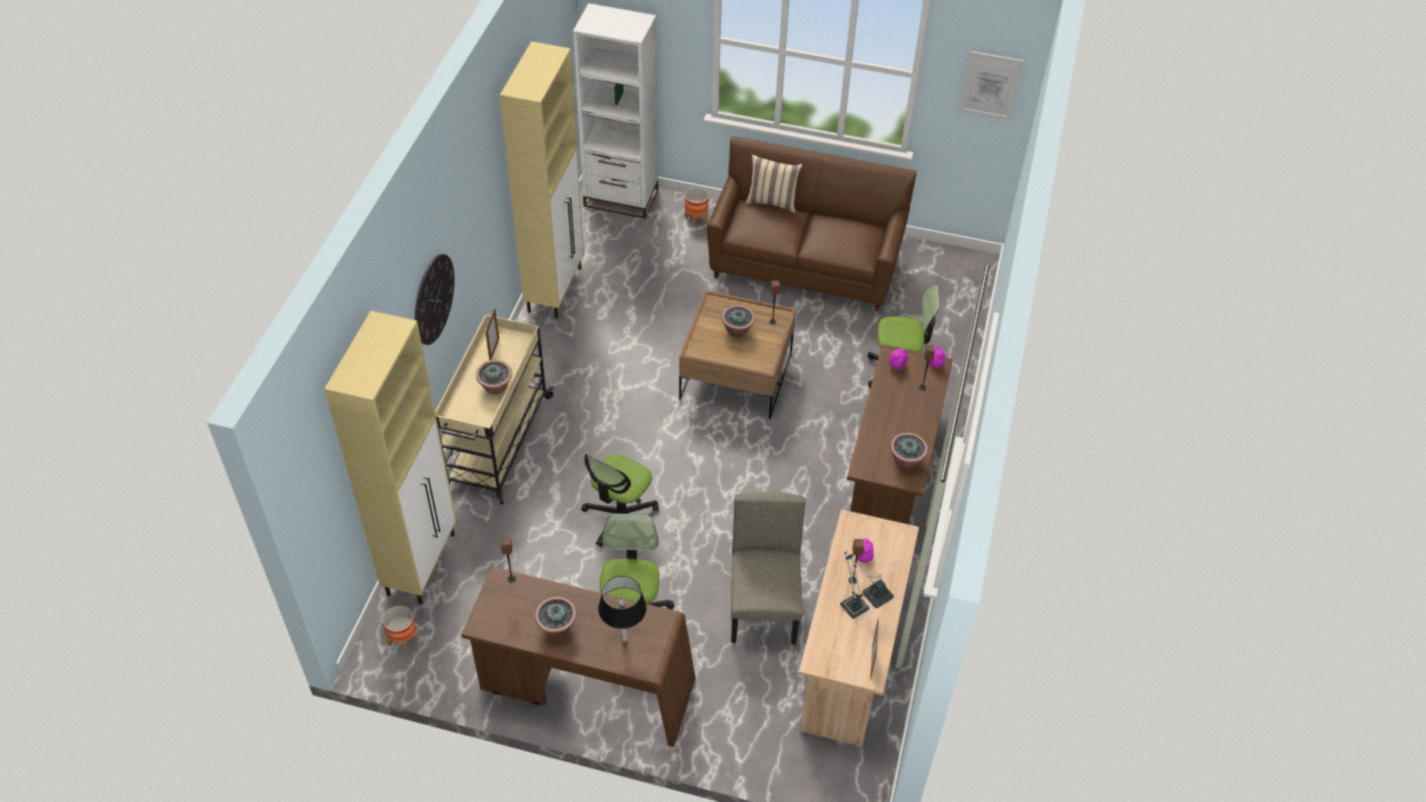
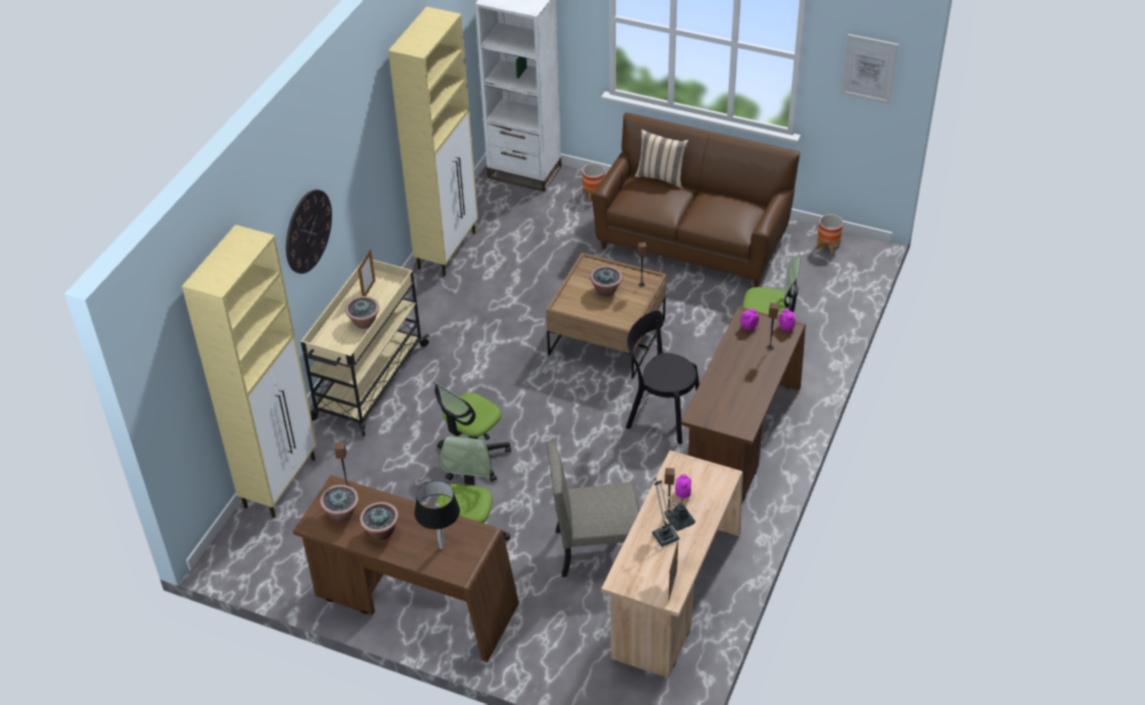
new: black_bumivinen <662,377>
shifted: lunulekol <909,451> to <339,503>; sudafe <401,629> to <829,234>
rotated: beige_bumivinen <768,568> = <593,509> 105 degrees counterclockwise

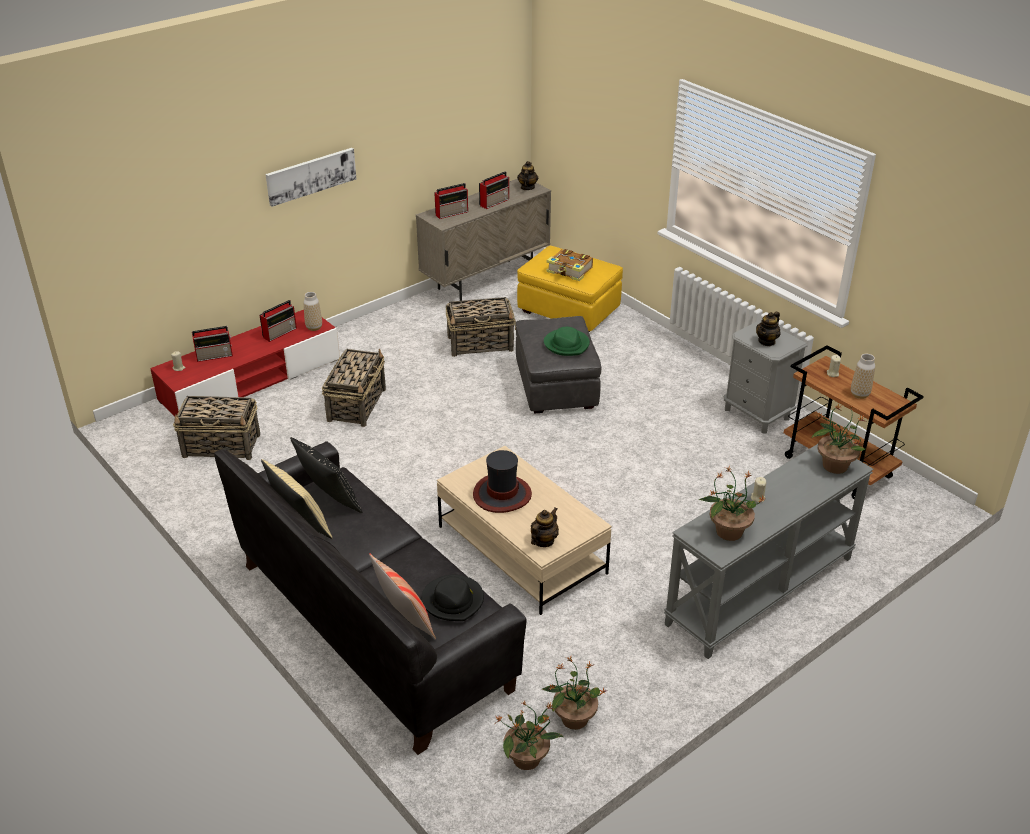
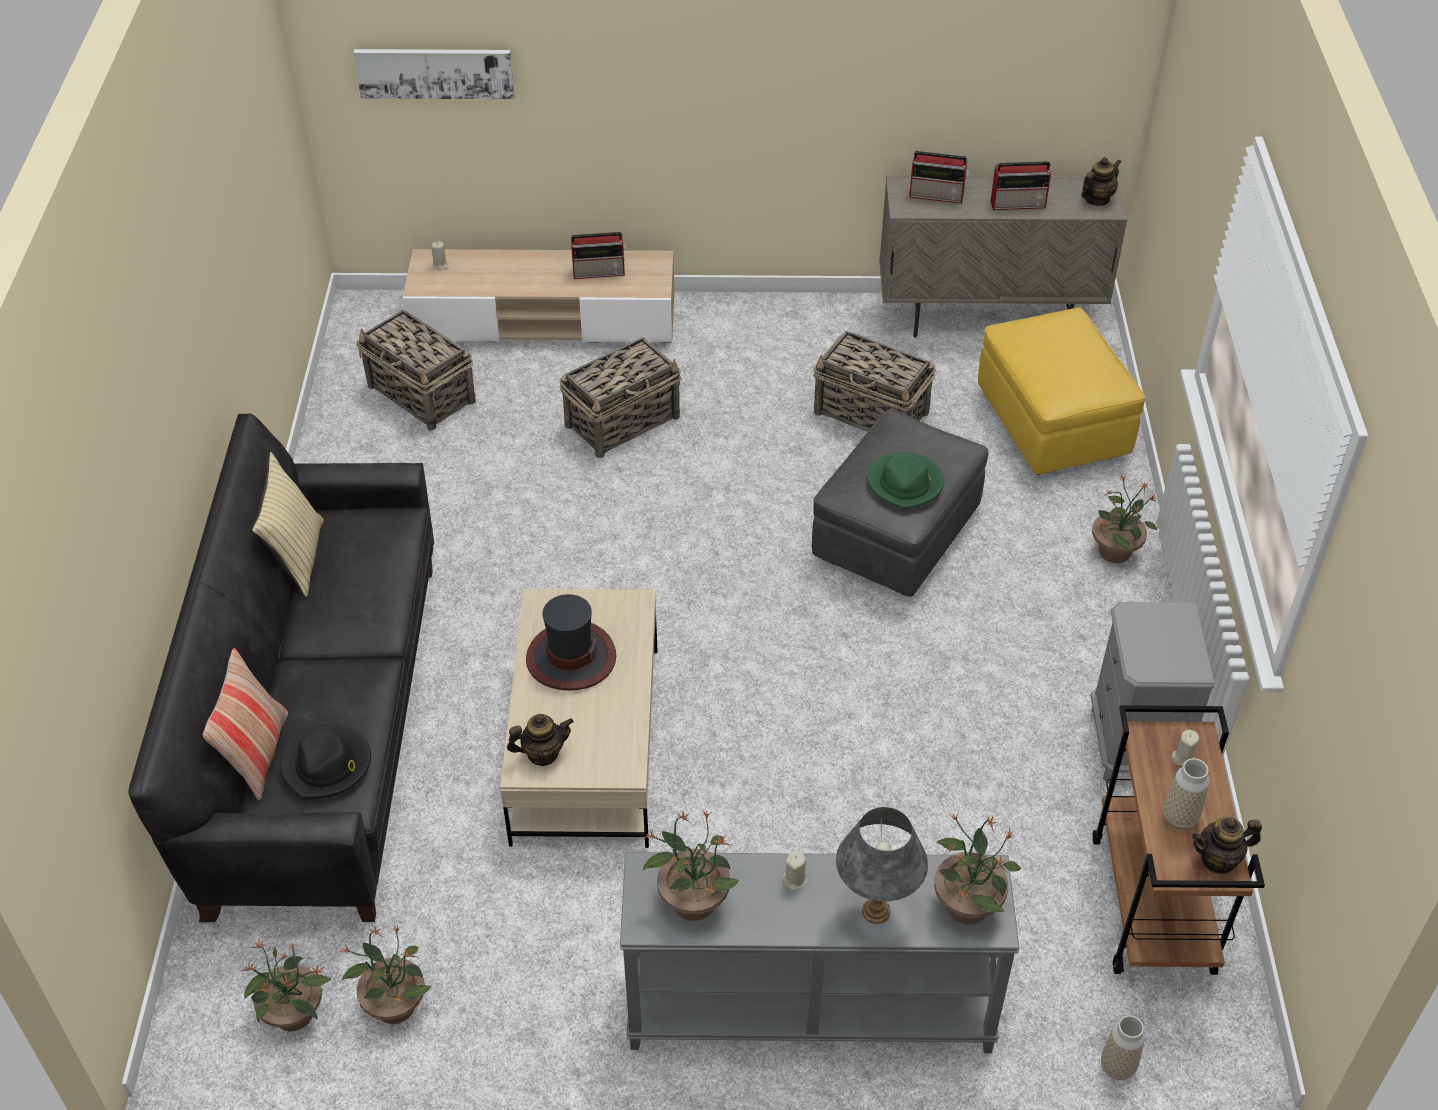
gone: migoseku <570,265>; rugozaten <212,344>; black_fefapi <326,475>
new: lunulekol <1124,519>; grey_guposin <882,865>
shifted: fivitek <310,177> to <434,74>; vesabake <313,311> to <1123,1047>; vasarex <768,328> to <1227,845>
repainted: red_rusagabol <245,363> to beige_rusagabol <538,296>

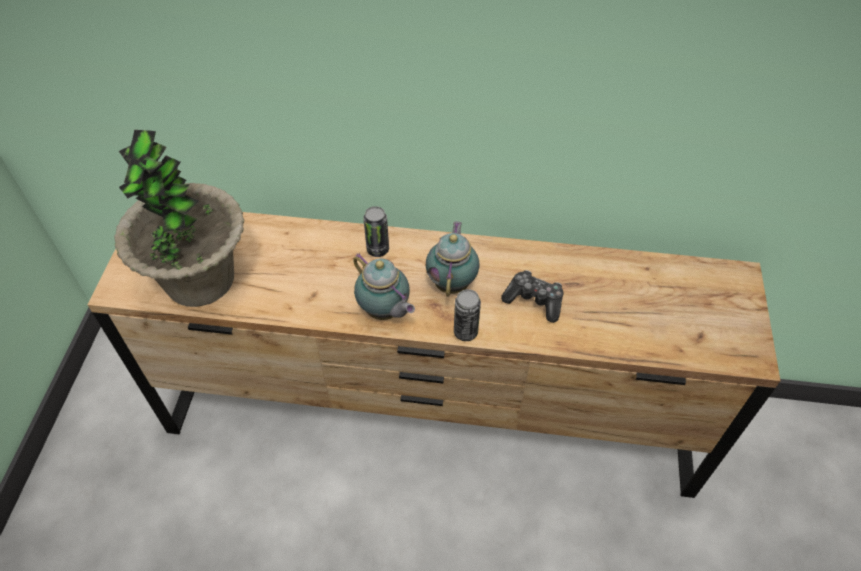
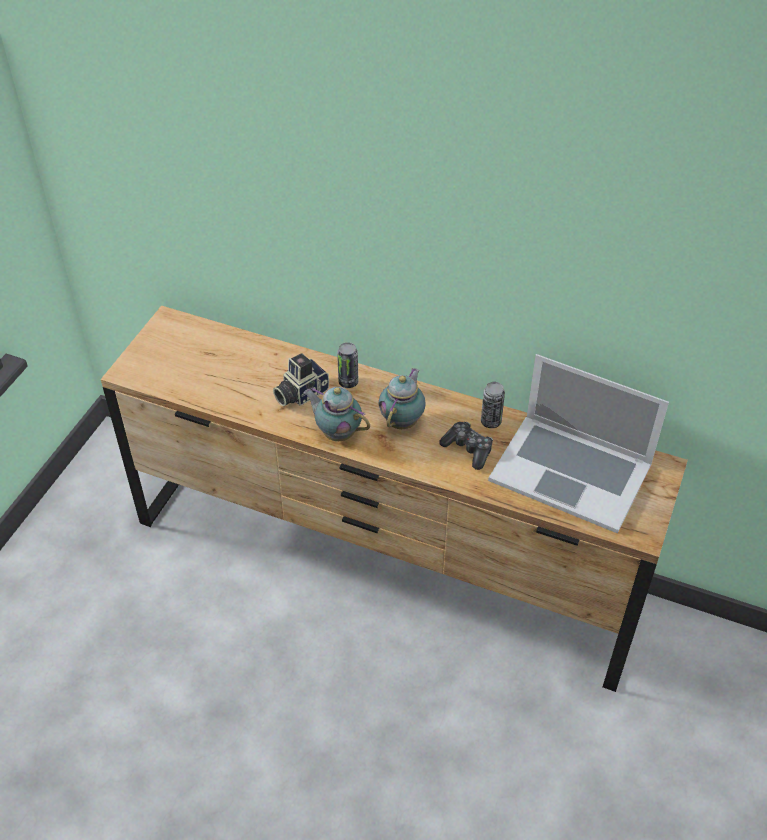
gone: lunulekol <179,218>
new: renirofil <301,379>; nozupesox <578,443>
shifted: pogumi <467,315> to <493,405>
rotated: vasarex <384,286> = <337,414> 150 degrees clockwise

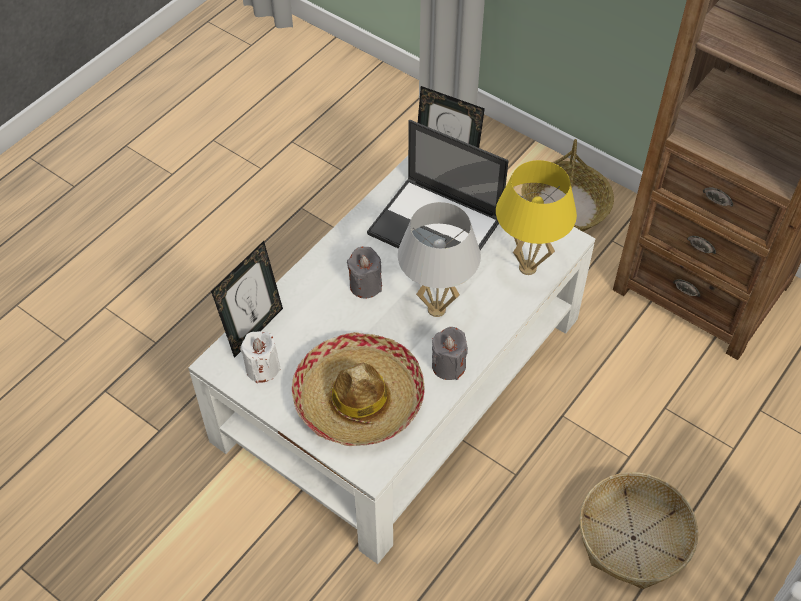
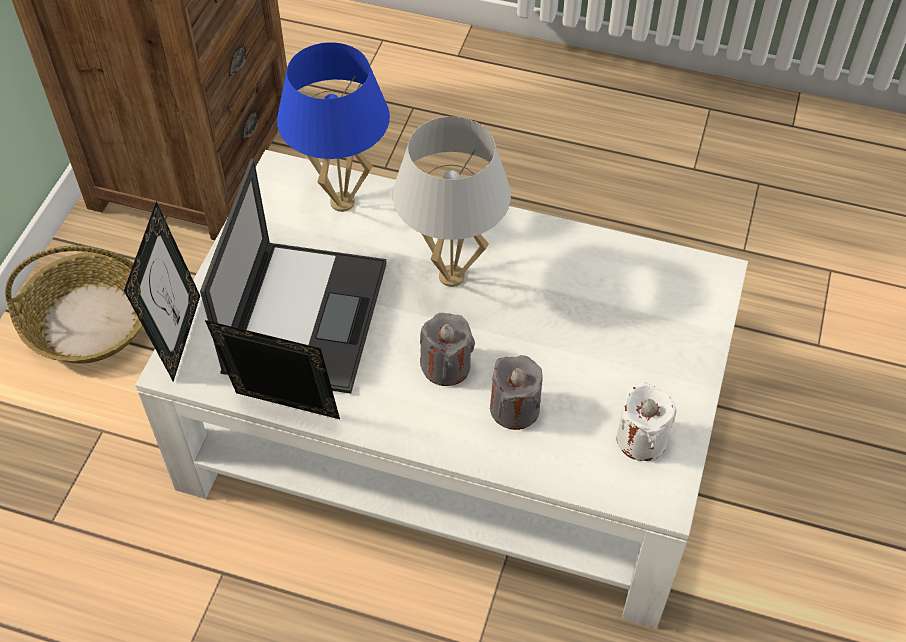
gone: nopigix <358,389>; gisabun <638,530>
shifted: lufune <247,299> to <272,369>; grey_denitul <450,353> to <516,392>
repainted: yellow_guposin <536,217> to blue_guposin <333,127>

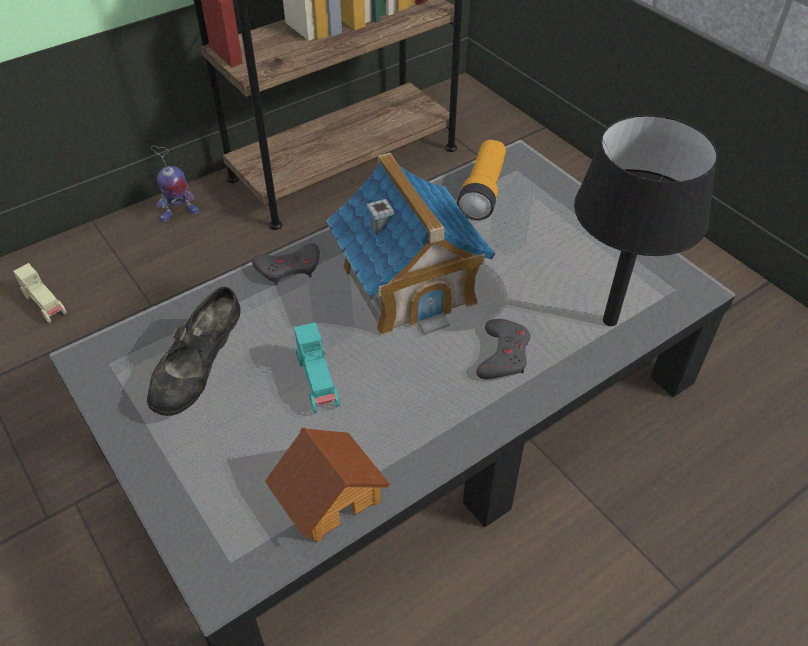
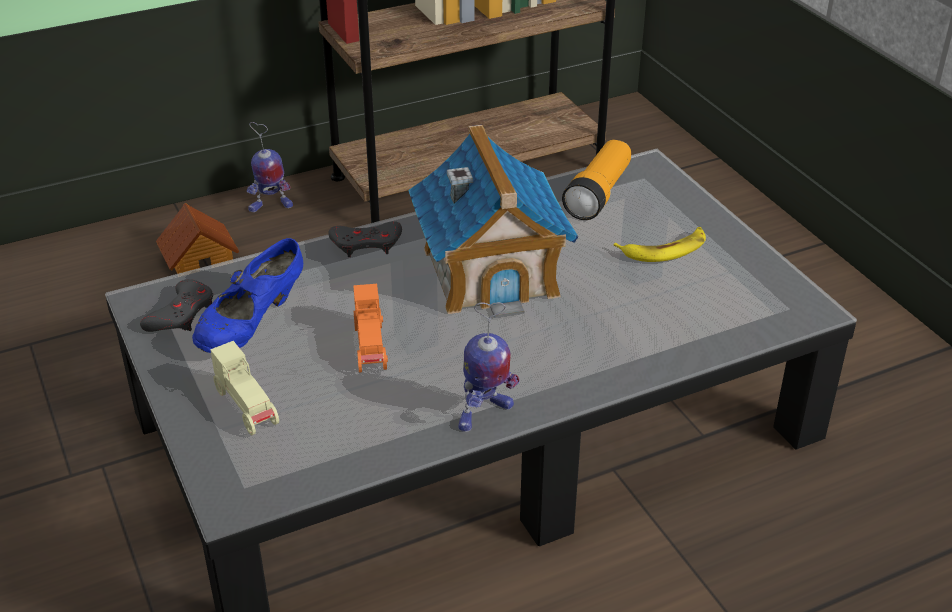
gone: black_guposin <646,220>
new: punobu <660,244>; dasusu <488,367>
shifted: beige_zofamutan <40,293> to <244,388>; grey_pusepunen <503,349> to <176,305>; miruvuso <327,484> to <197,238>
repainted: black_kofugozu <193,351> to blue_kofugozu <247,295>; turquoise_zofamutan <317,367> to orange_zofamutan <370,328>

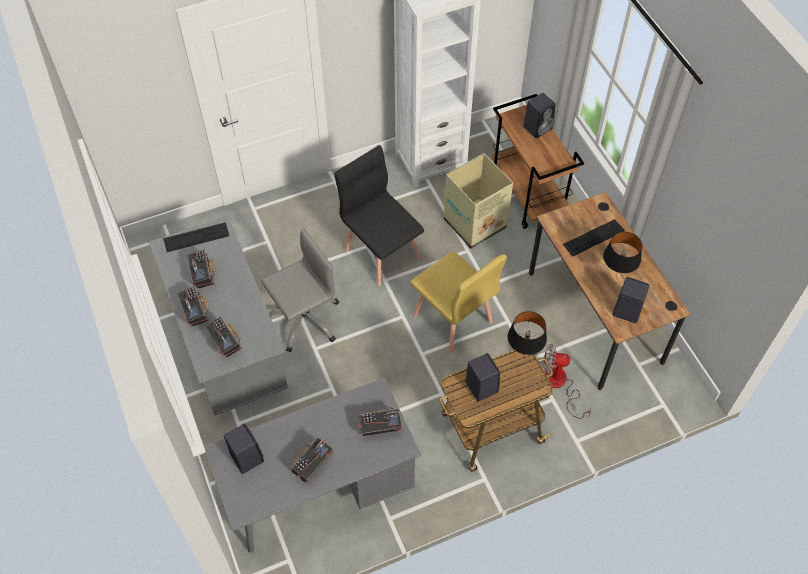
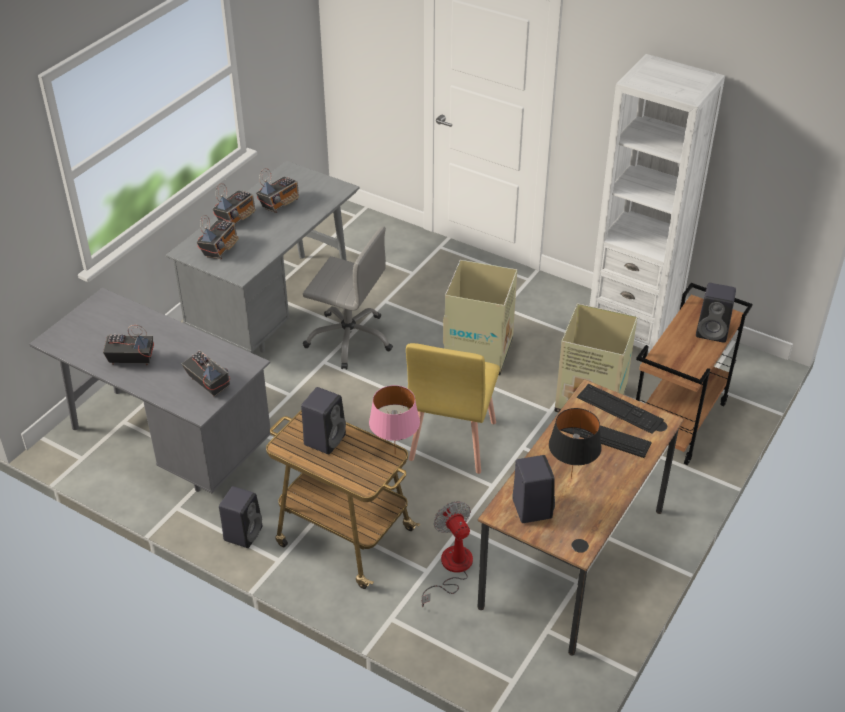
shifted: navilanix <196,237> to <620,409>; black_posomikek <244,449> to <240,517>
swapped: black_bumivinen <379,215> to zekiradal <480,317>
repainted: black_guposin <527,333> to pink_guposin <394,413>

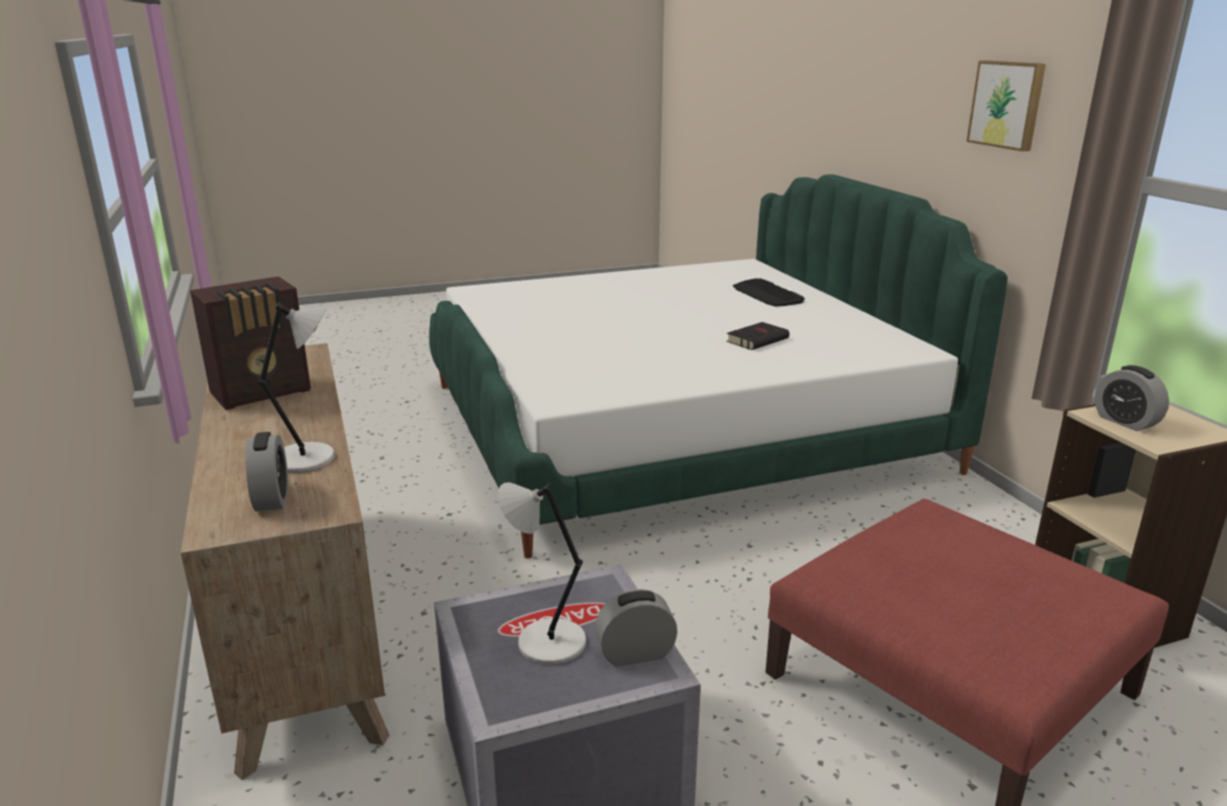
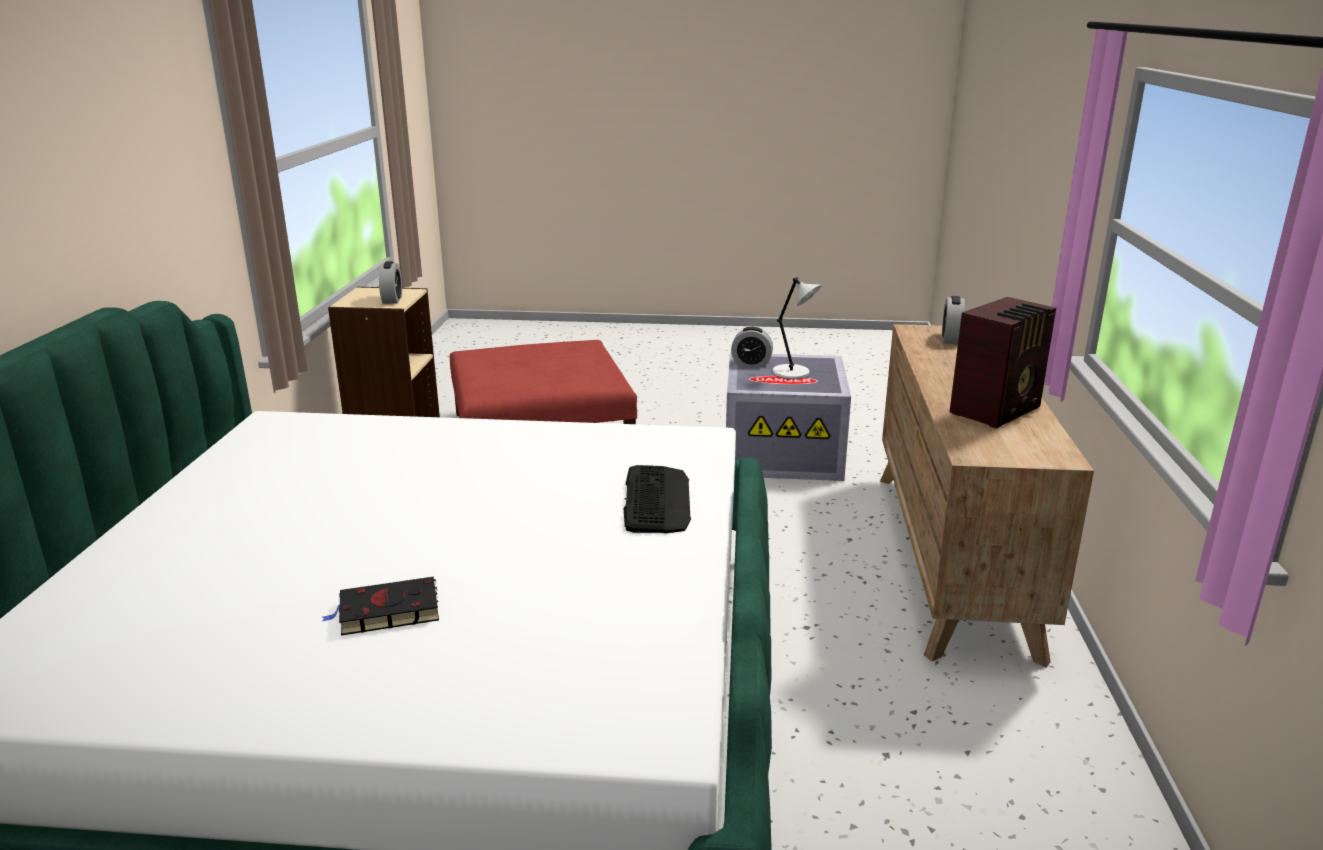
gone: fivitek <1006,106>; grey_guposin <296,388>
shifted: navilanix <769,292> to <657,499>; black_migoseku <757,336> to <380,606>
rotated: rugozaten <250,343> = <1003,363> 150 degrees clockwise

